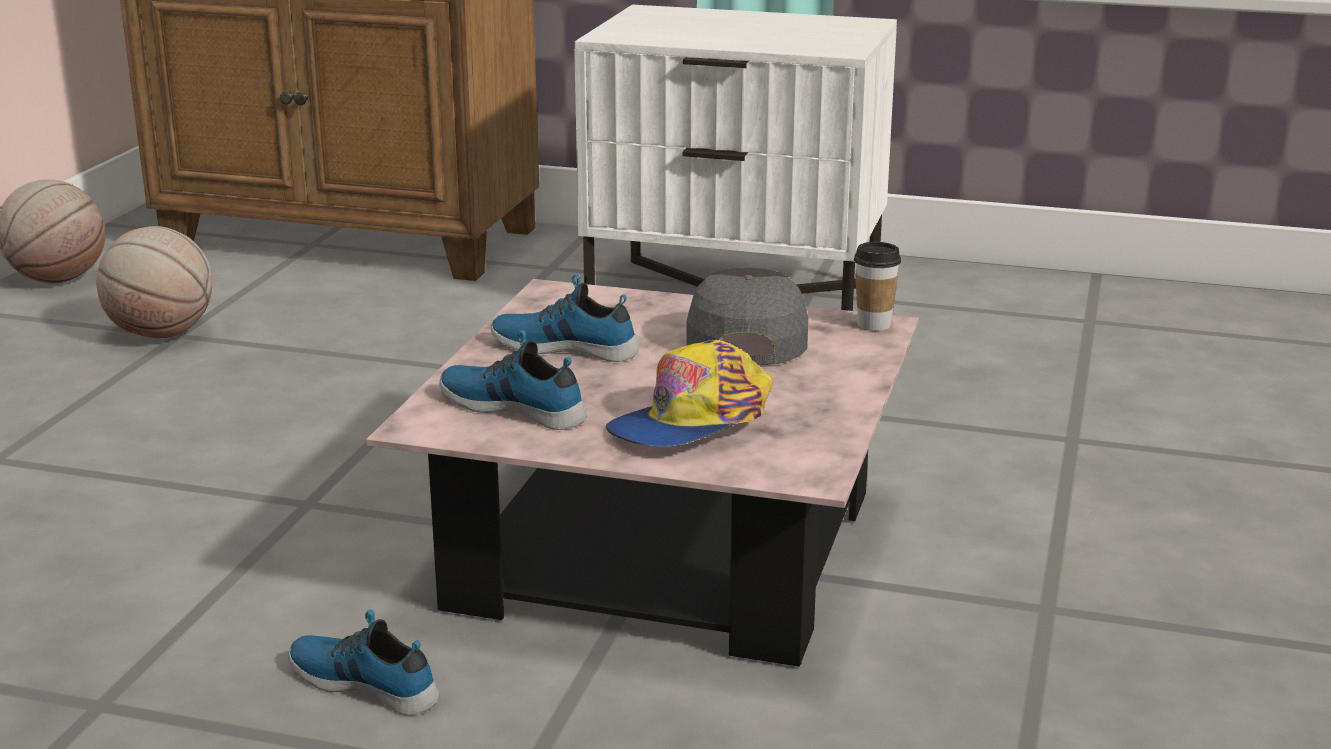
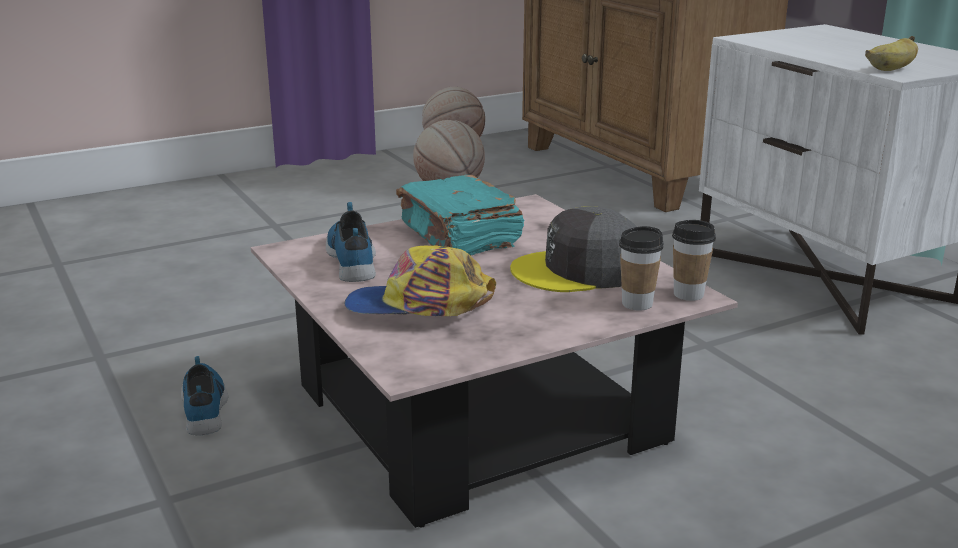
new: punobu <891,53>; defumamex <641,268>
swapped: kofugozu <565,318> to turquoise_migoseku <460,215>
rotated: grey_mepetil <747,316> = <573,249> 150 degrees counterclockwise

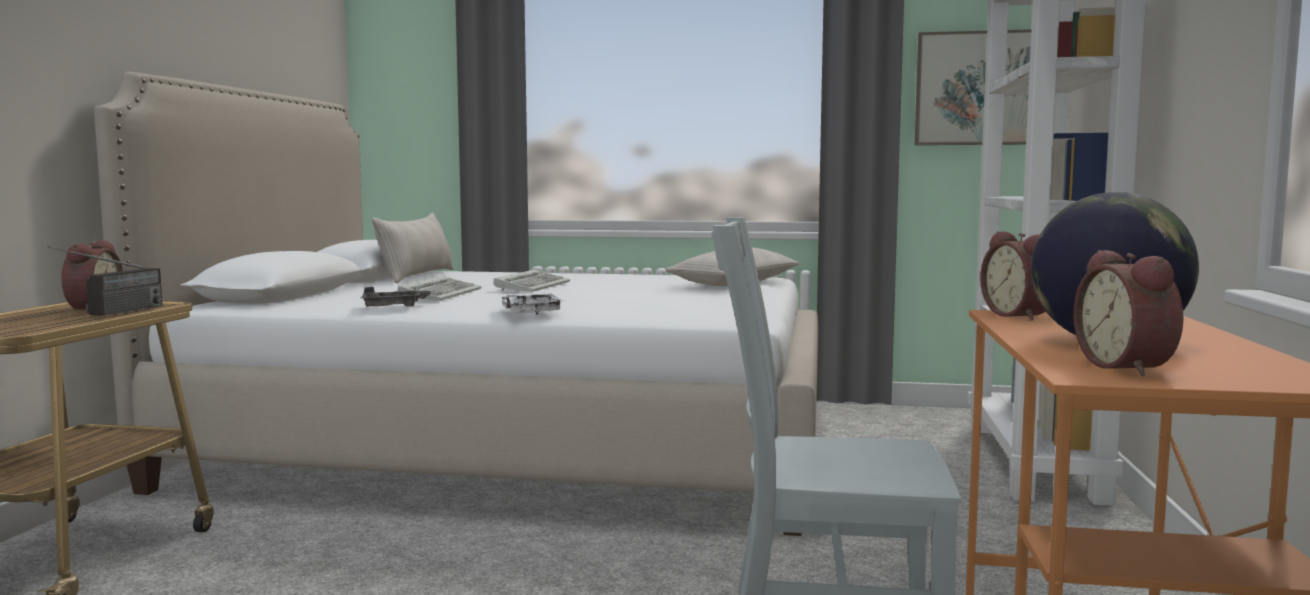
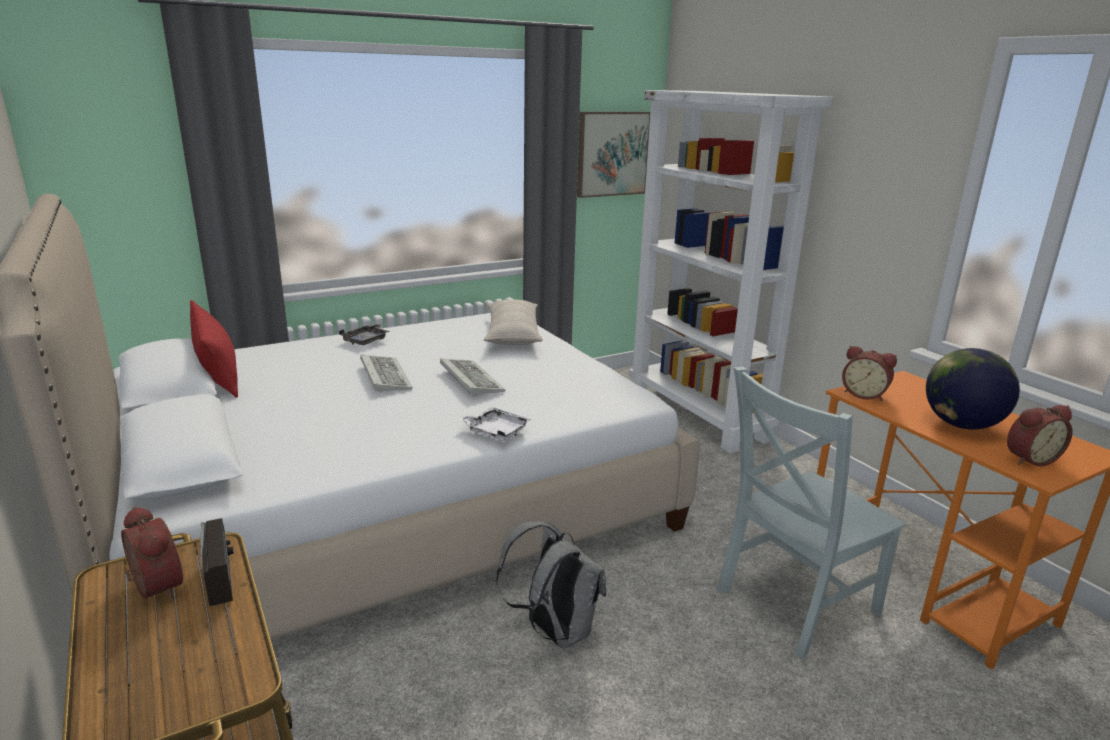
new: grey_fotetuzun <551,585>
shifted: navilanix <439,288> to <472,377>; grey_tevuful <398,297> to <364,334>
repainted: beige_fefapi <413,248> to red_fefapi <214,349>
rotated: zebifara <1128,313> = <1040,435> 60 degrees counterclockwise

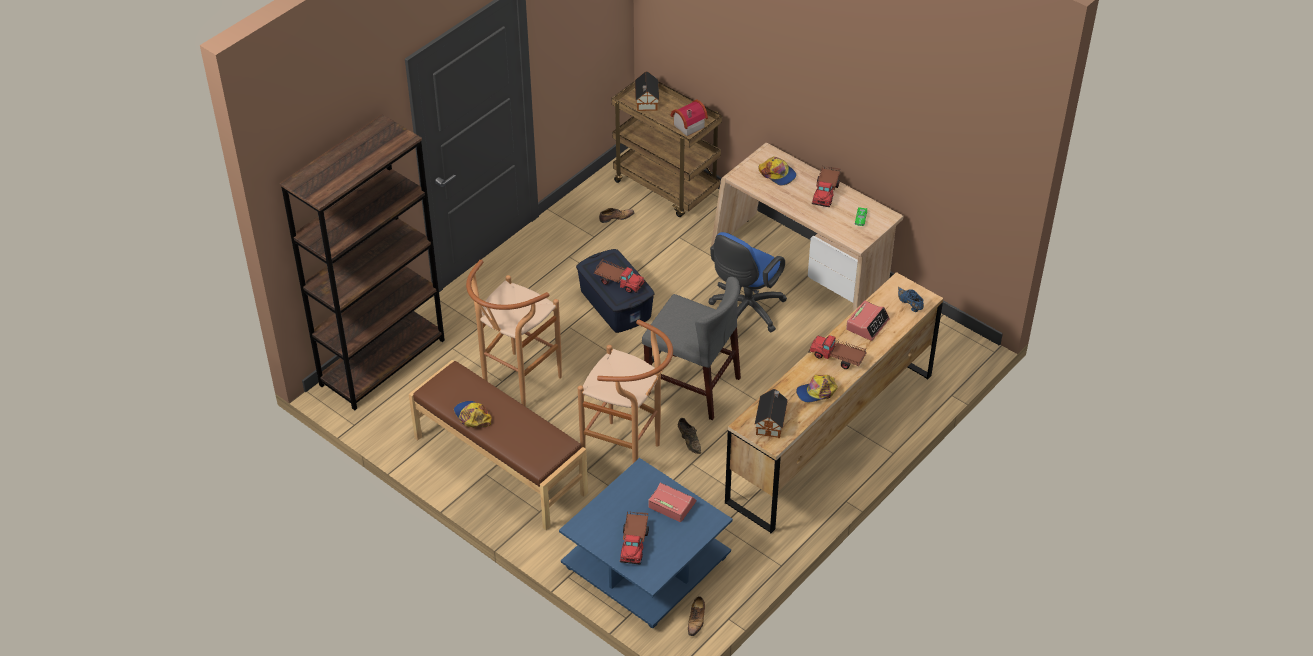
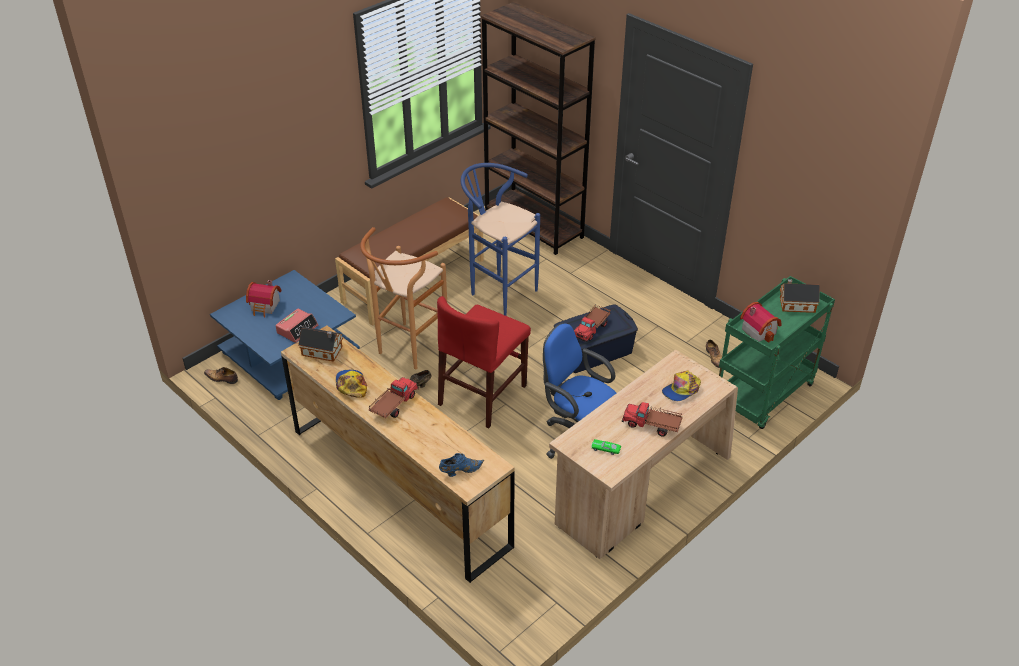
gone: zebifara <868,321>; mepetil <473,414>
swapped: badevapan <634,538> to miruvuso <263,298>
repainted: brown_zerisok <667,149> to green_zerisok <777,352>; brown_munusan <514,333> to blue_munusan <500,239>; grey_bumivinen <691,348> to red_bumivinen <484,362>

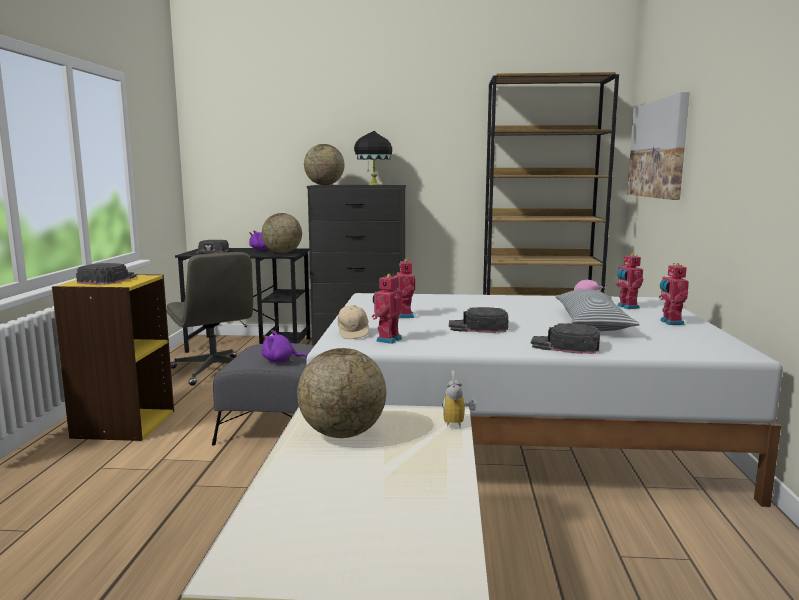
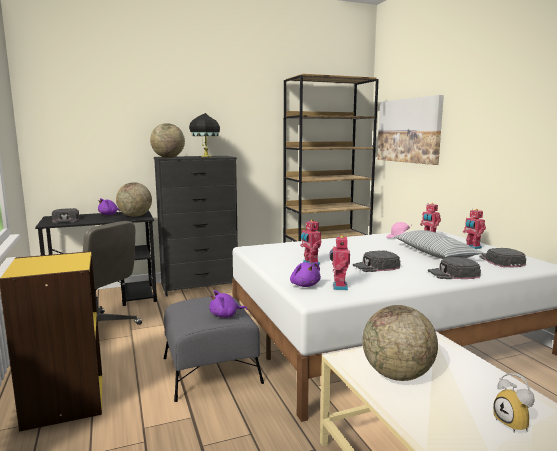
shifted: black_mepetil <106,274> to <502,258>; zebifara <459,399> to <513,402>
swapped: beige_mepetil <353,322> to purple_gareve <305,274>

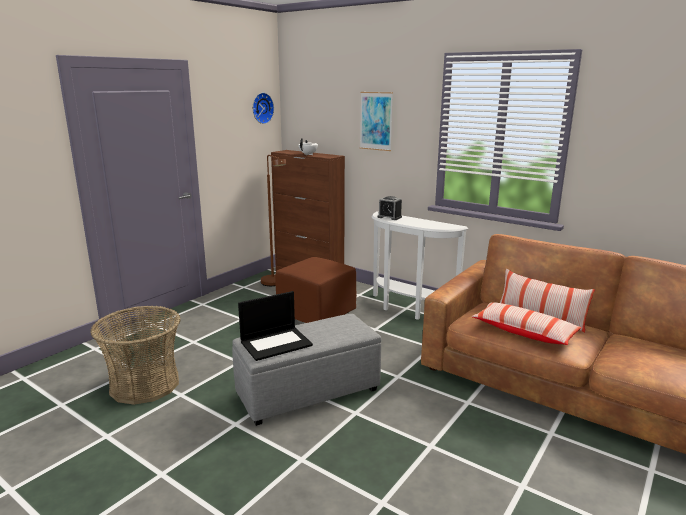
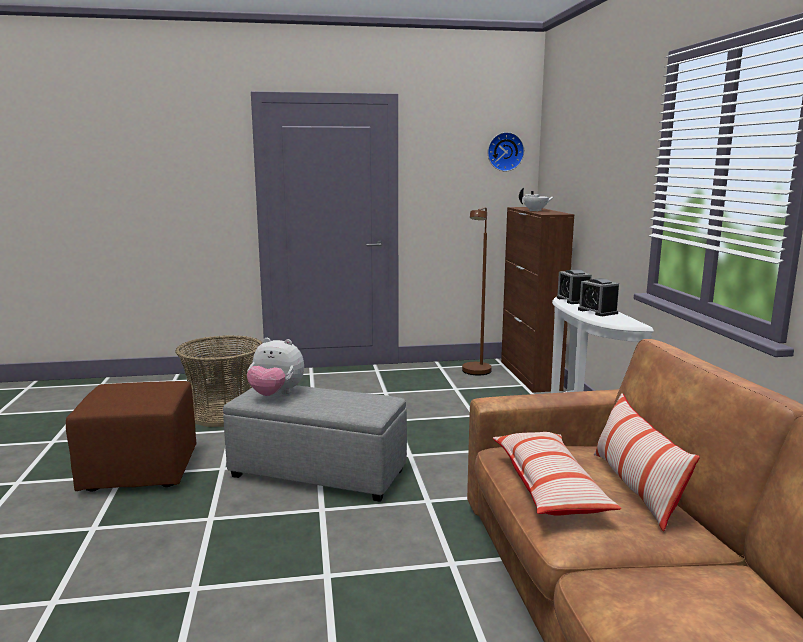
gone: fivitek <376,121>
new: zebifara <598,297>
shifted: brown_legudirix <315,290> to <131,436>
swapped: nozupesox <275,326> to gareve <275,367>

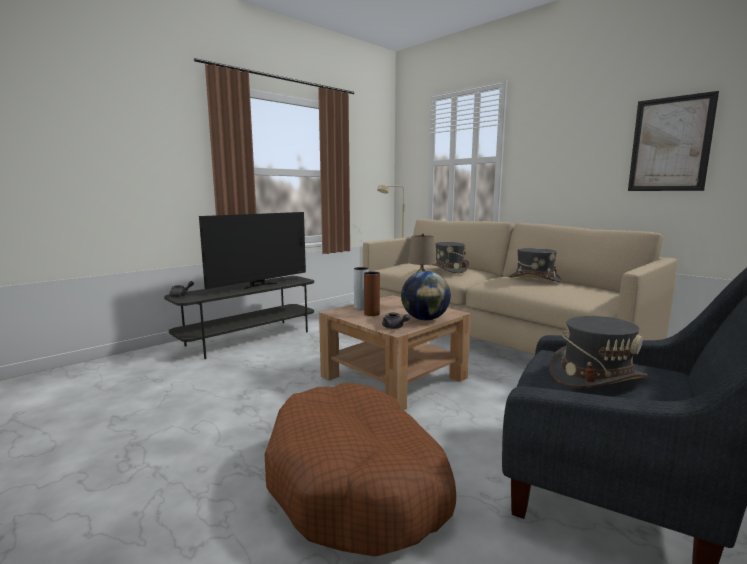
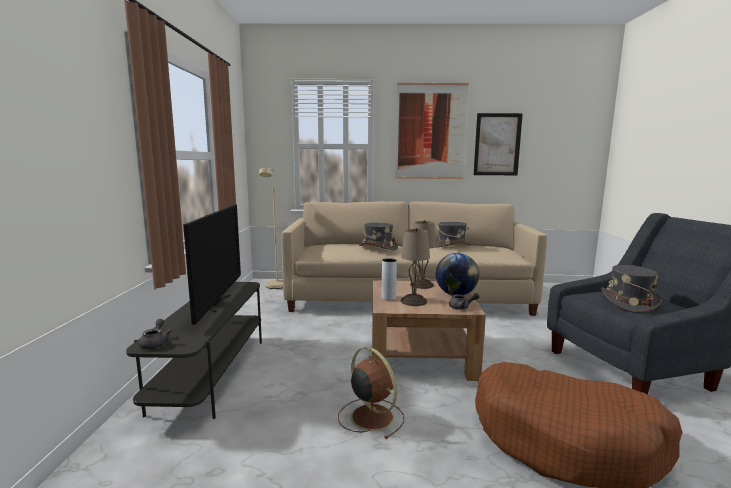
new: fivitek <432,130>; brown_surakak <371,393>
swapped: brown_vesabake <372,294> to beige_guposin <415,267>

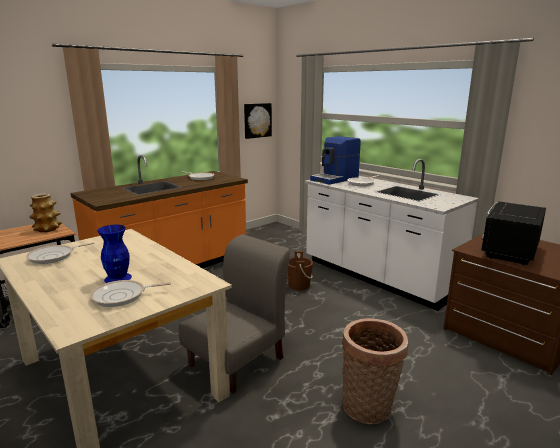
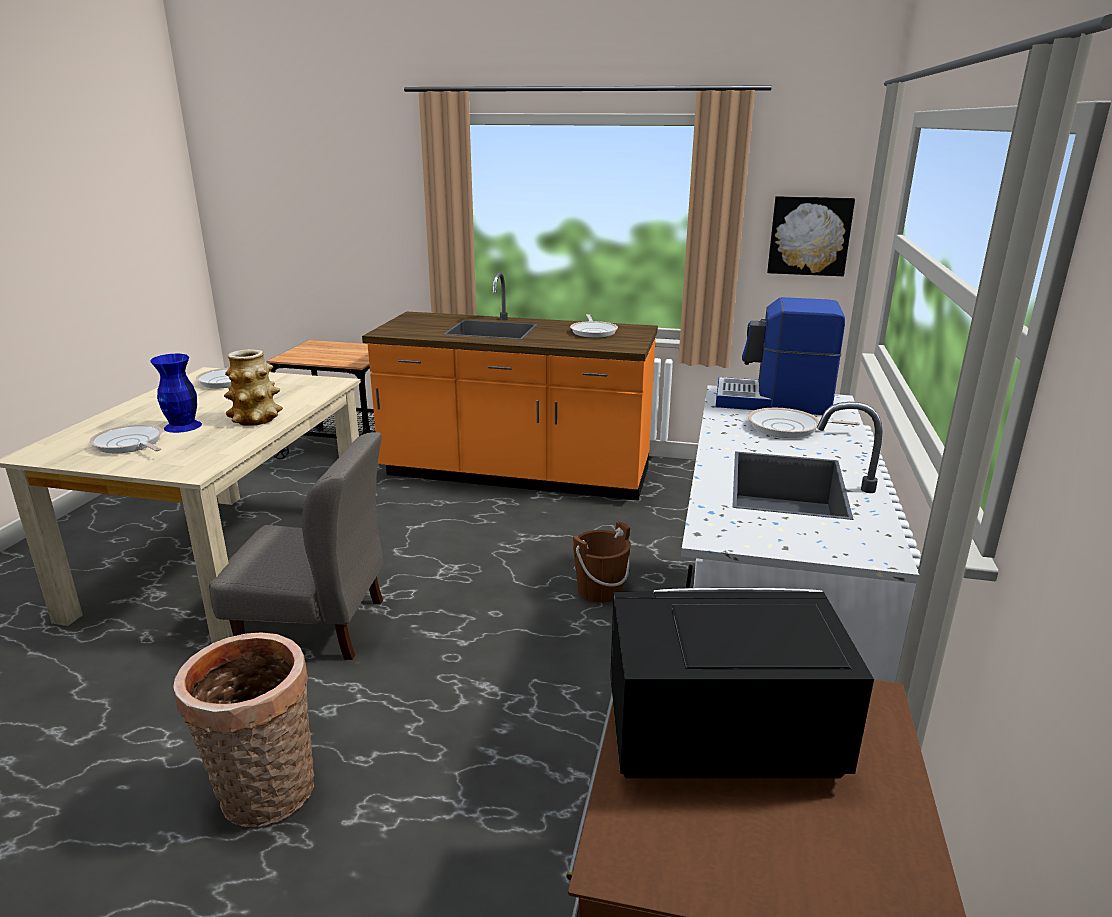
shifted: vesabake <45,213> to <253,387>

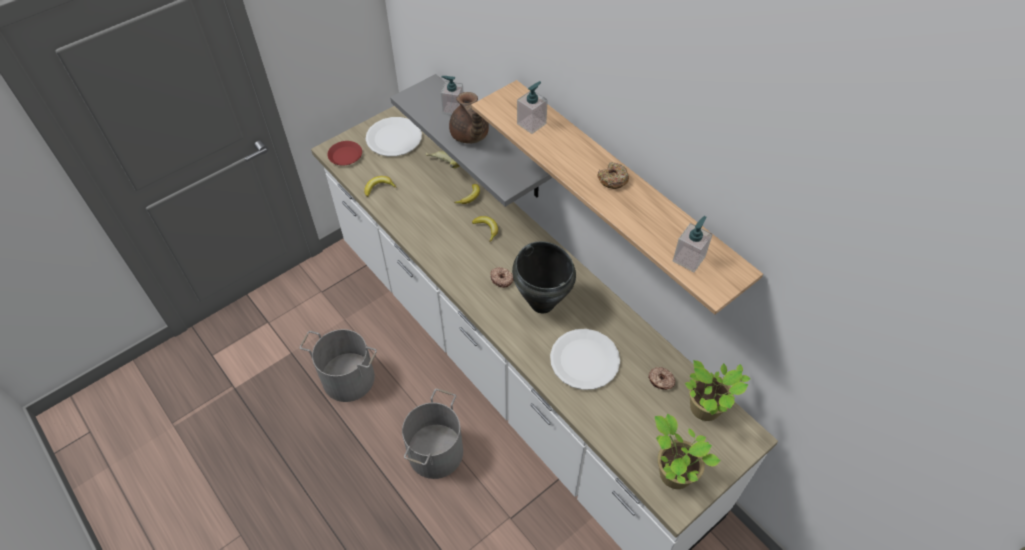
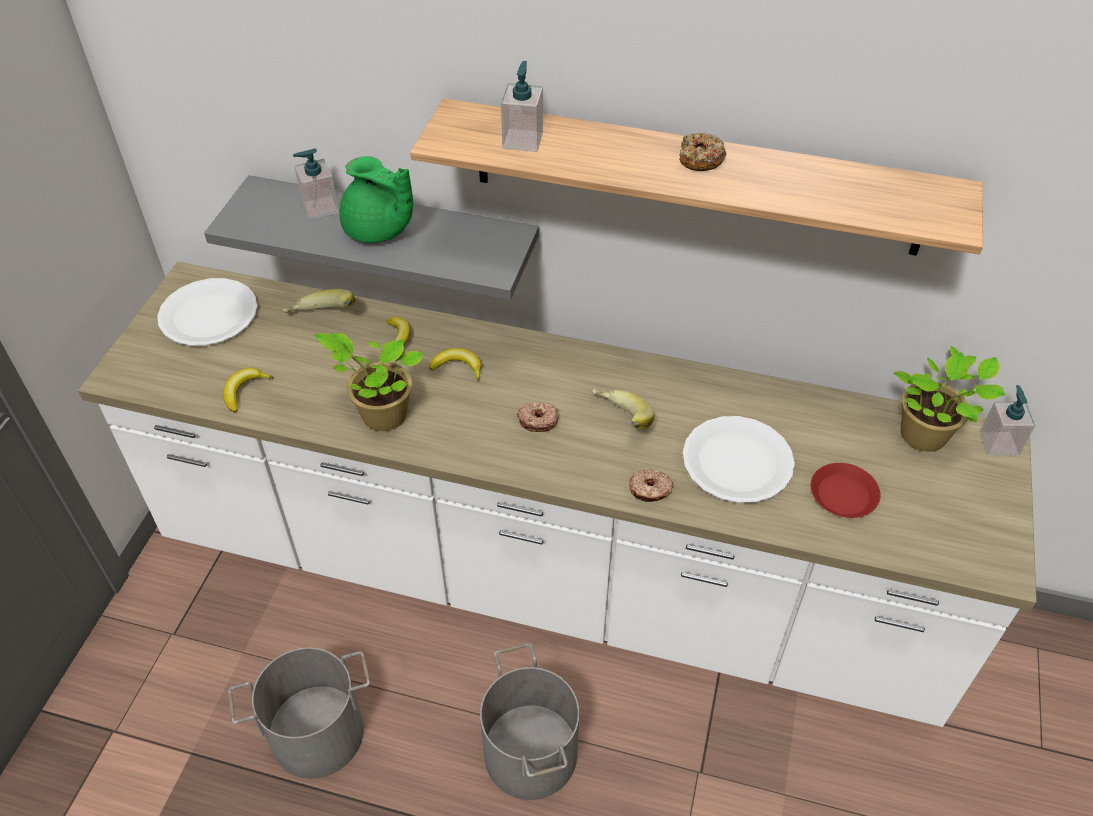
shifted: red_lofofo <344,153> to <845,490>; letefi <693,244> to <1007,420>; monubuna <661,378> to <651,485>; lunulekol <688,451> to <368,382>
swapped: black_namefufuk <544,277> to punobu <623,409>
repainted: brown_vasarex <469,118> to green_vasarex <376,199>

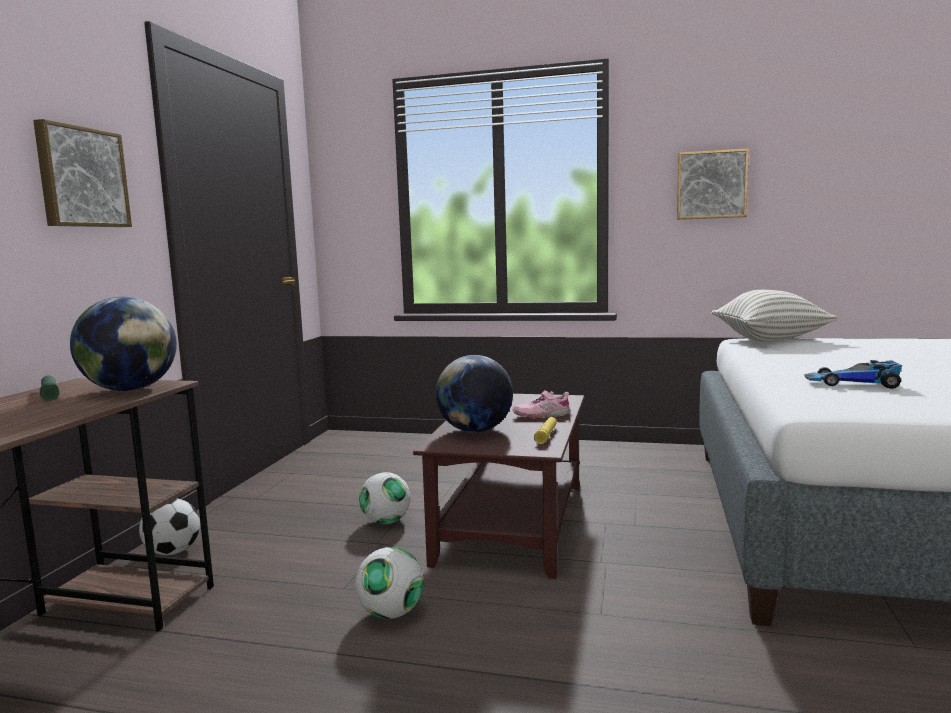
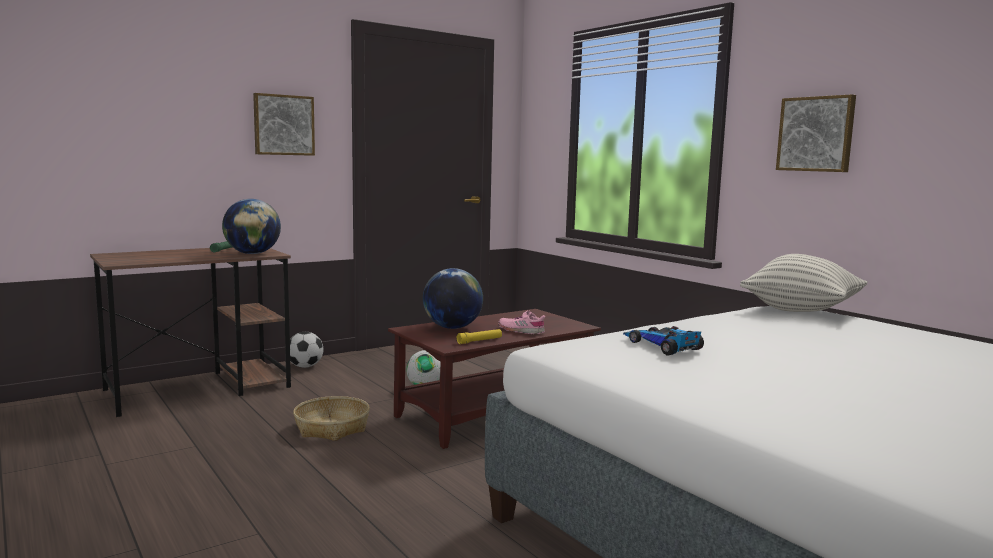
swapped: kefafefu <389,583> to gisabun <331,418>

